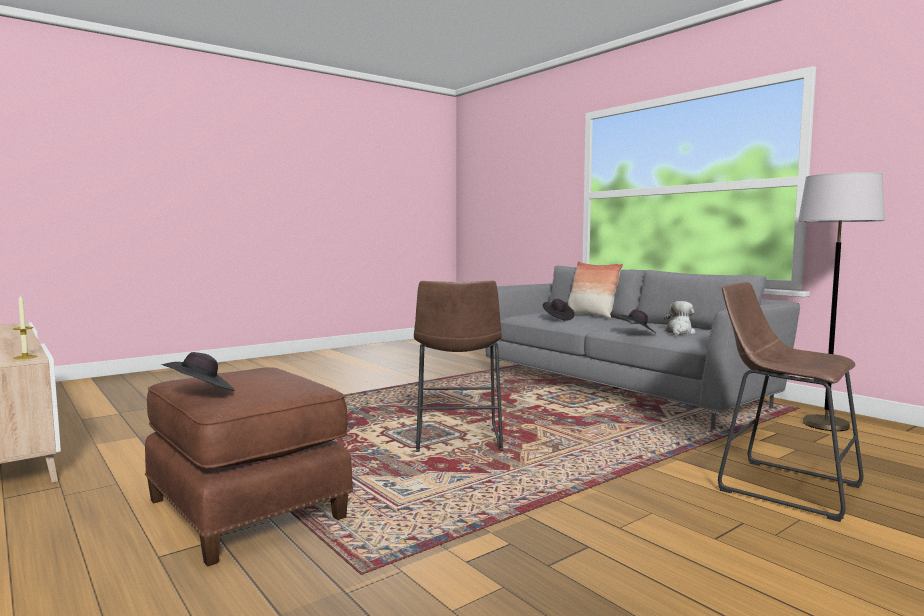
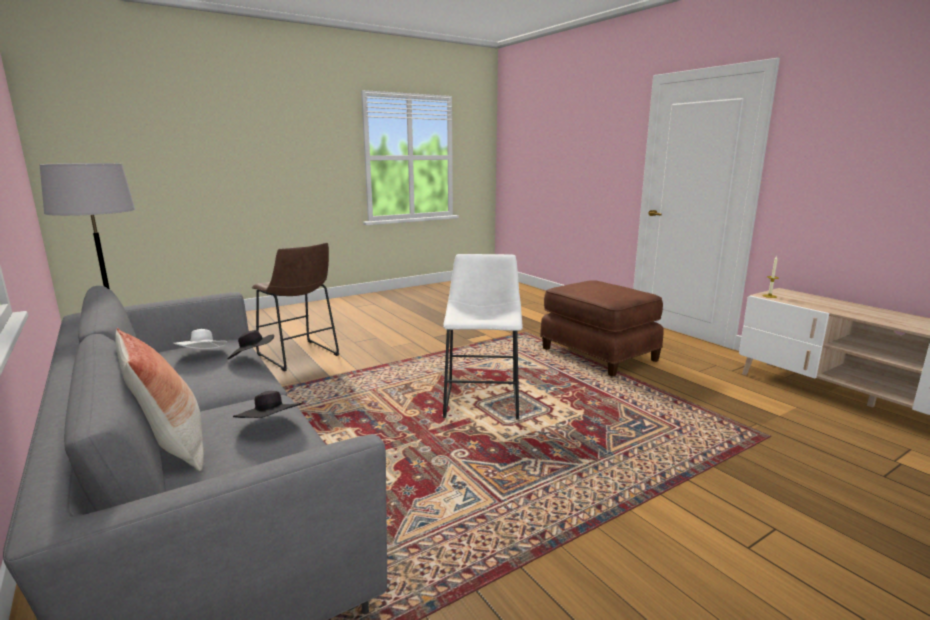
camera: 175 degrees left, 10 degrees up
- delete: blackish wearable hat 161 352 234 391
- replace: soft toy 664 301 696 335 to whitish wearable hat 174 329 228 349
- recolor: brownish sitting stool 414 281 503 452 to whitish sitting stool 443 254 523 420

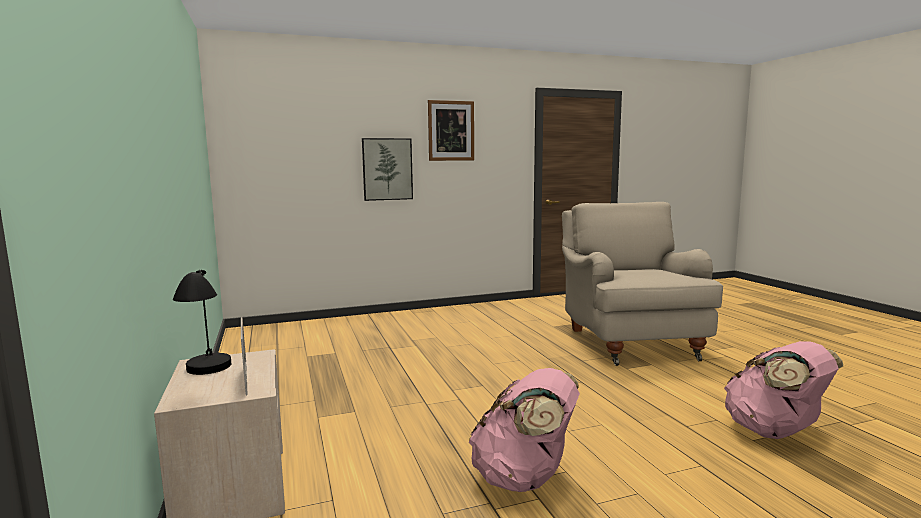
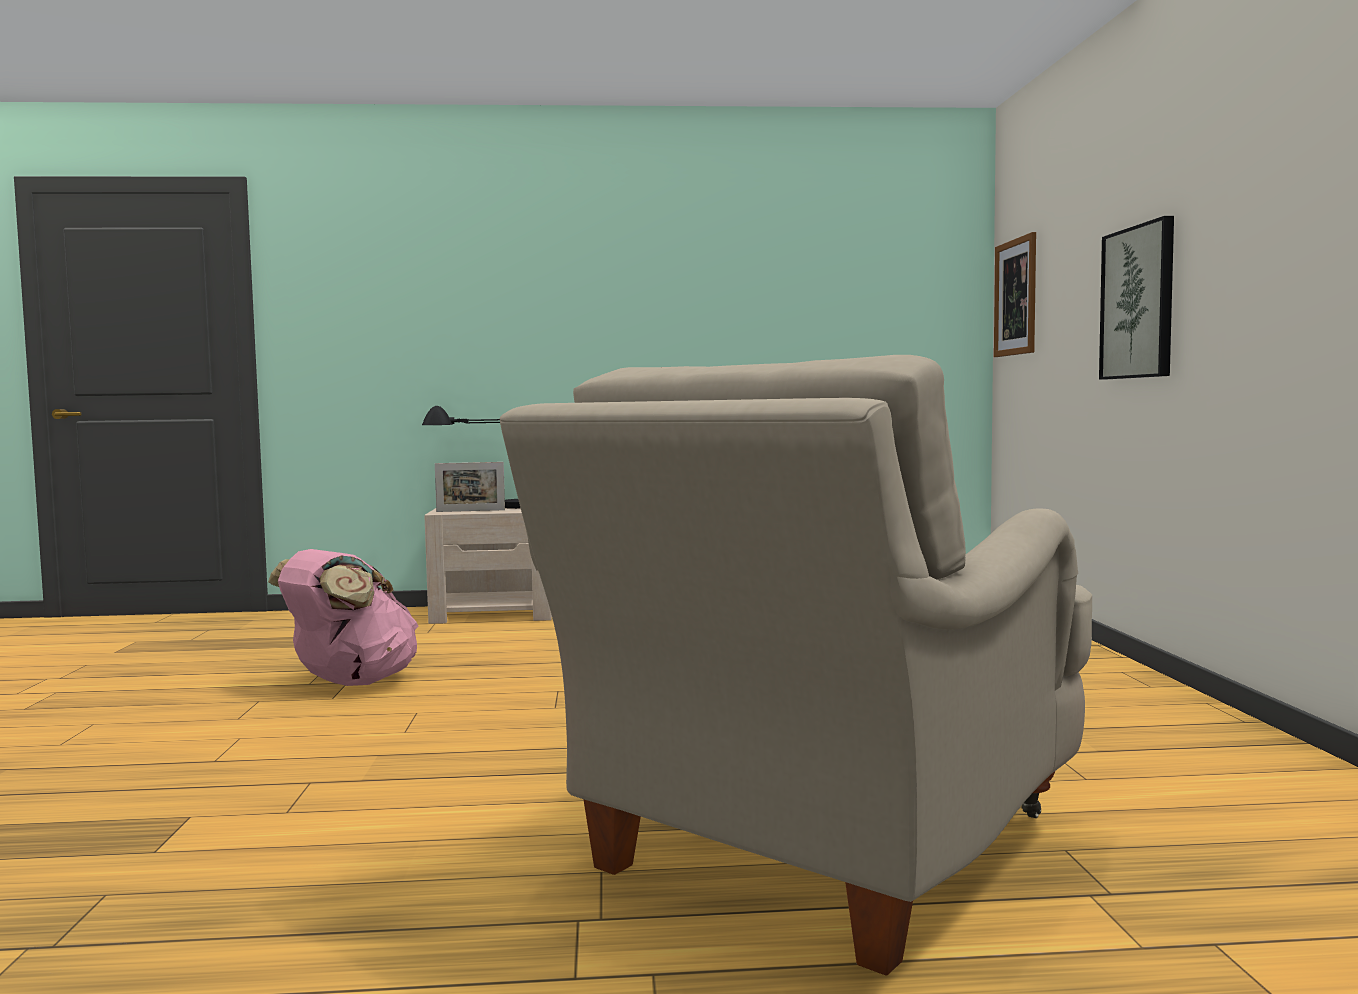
camera: 105 degrees right, 5 degrees down
- delete: pinkish knapsack 724 341 843 439
- move: picture 428 100 474 161 to 994 232 1036 357
- rotate: beige-coloured lounge chair 562 202 723 366 = 500 355 1092 976 120 degrees clockwise

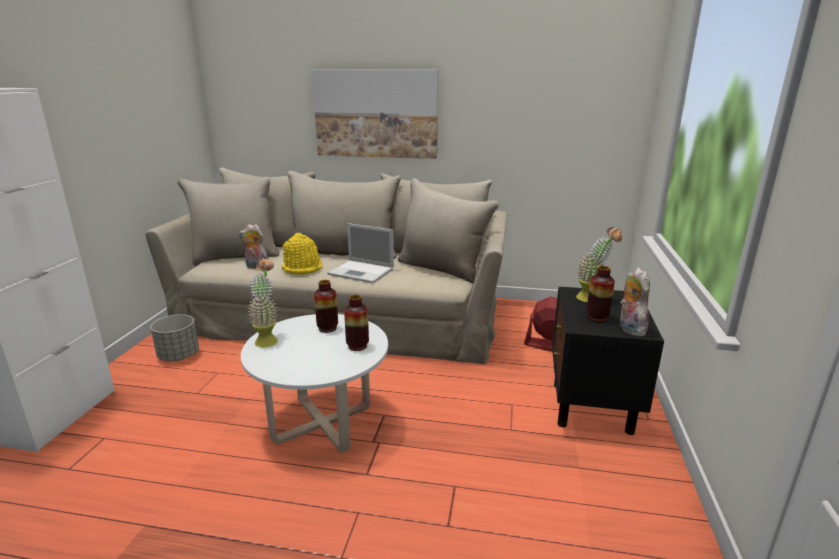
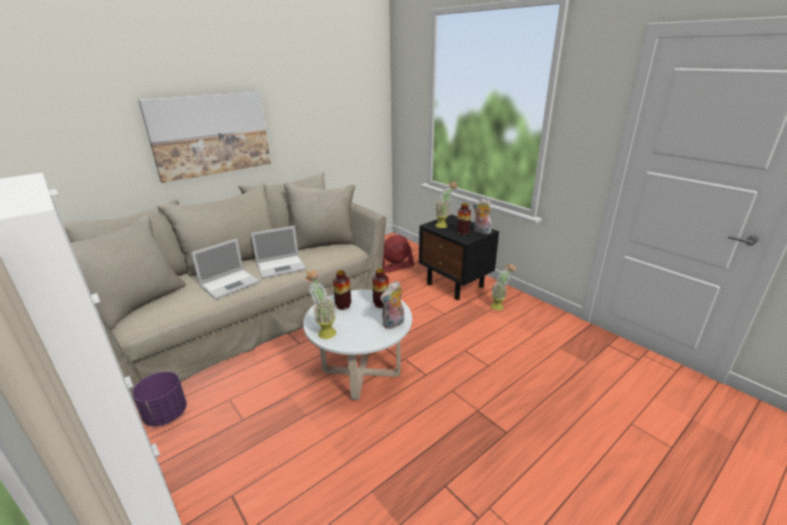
camera: 50 degrees left, 5 degrees up
- insert: houseplant 491 263 516 310
- move: soft toy 239 224 268 269 to 380 281 404 329
- replace: yellowish wearable hat 282 233 322 275 to portable computer 191 238 260 300
- recolor: greyish planter 150 314 199 361 to purple planter 132 372 187 426

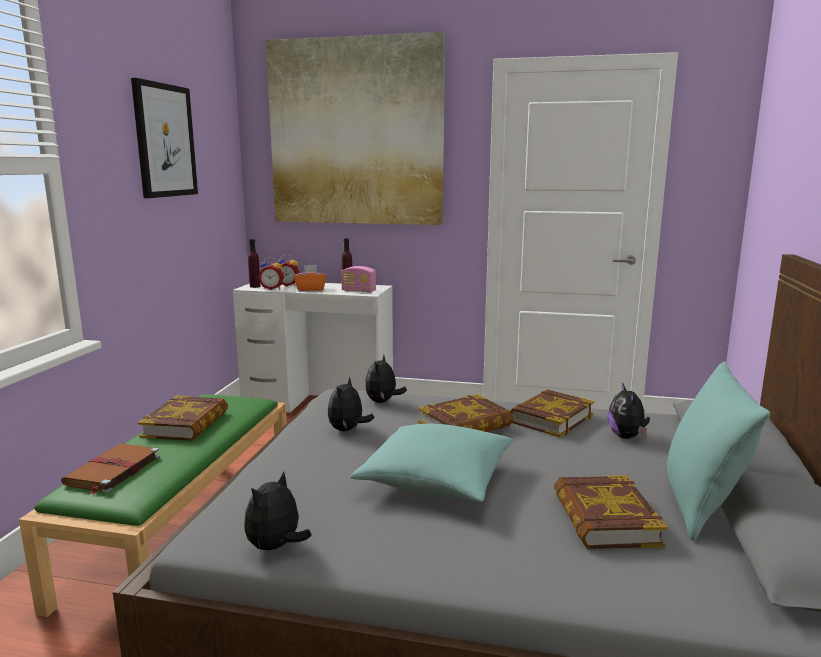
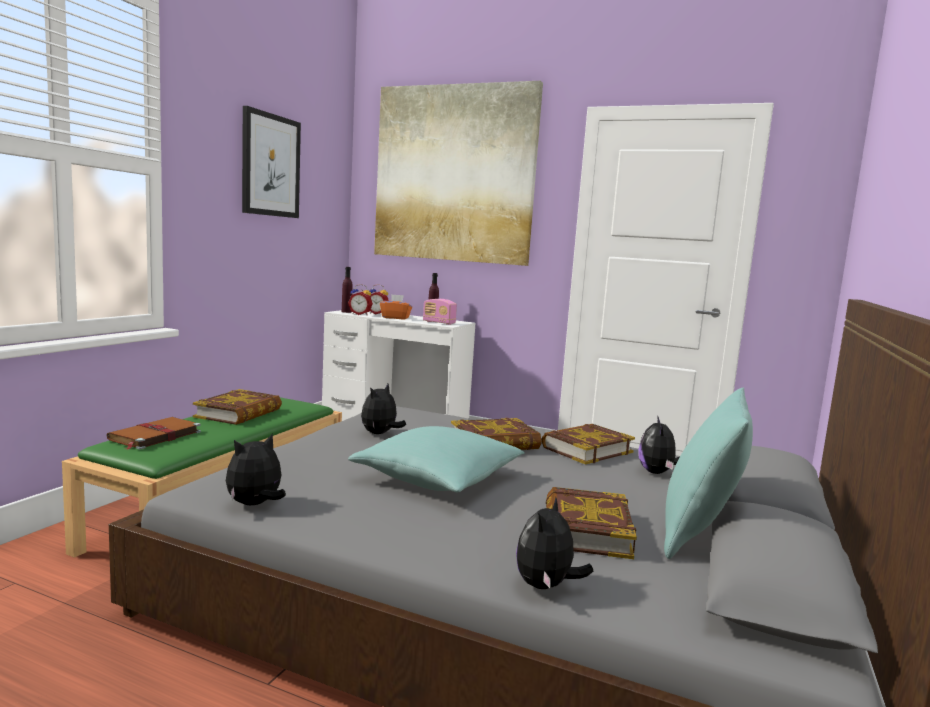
camera: 10 degrees right, 5 degrees down
- move: soft toy 365 354 407 403 to 516 497 593 589

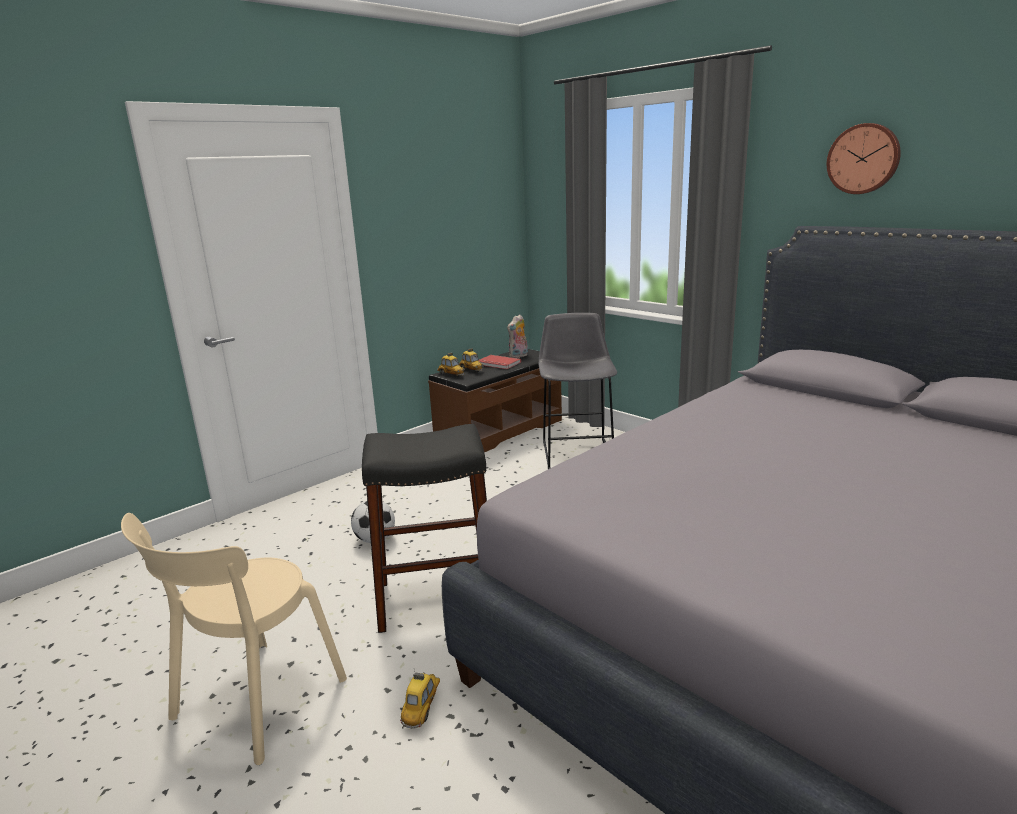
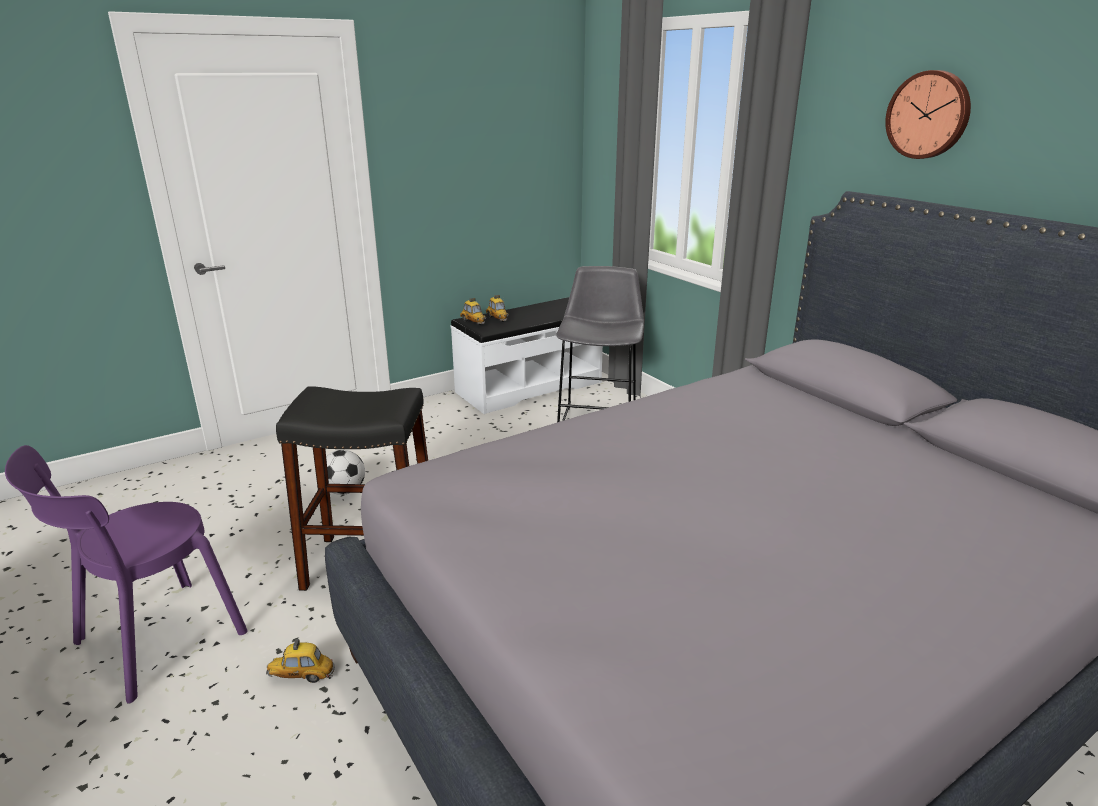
camera: 10 degrees right, 5 degrees up
- delete: red volume 479 355 521 369
- delete: soft toy 507 314 528 358
- recolor: beige-coloured plain chair 121 513 347 765 to purple plain chair 5 445 248 703
- recolor: brownish indoor bench 428 349 562 452 to whitish indoor bench 451 297 603 414
- rotate: model car 400 671 440 729 = 266 639 335 683 120 degrees counterclockwise

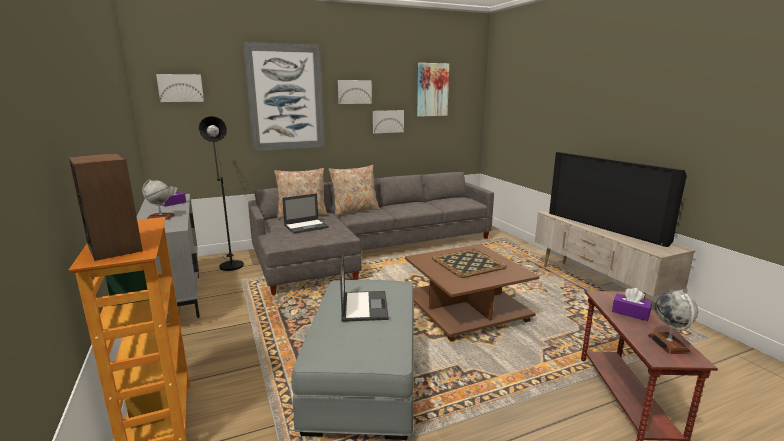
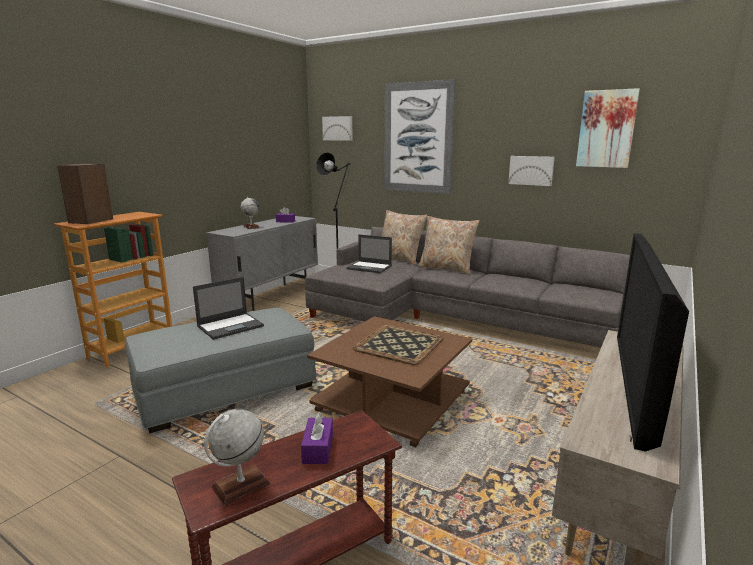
camera: 55 degrees right, 0 degrees up
- delete: picture 338 80 372 104

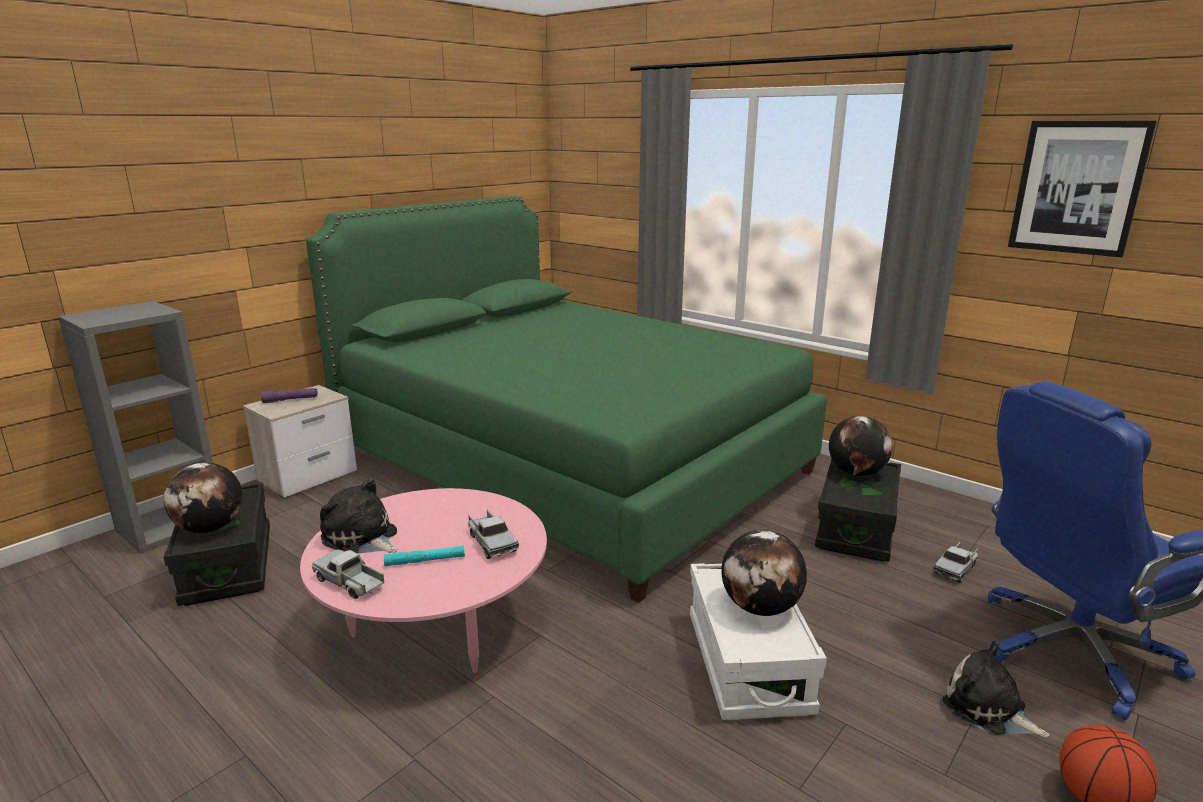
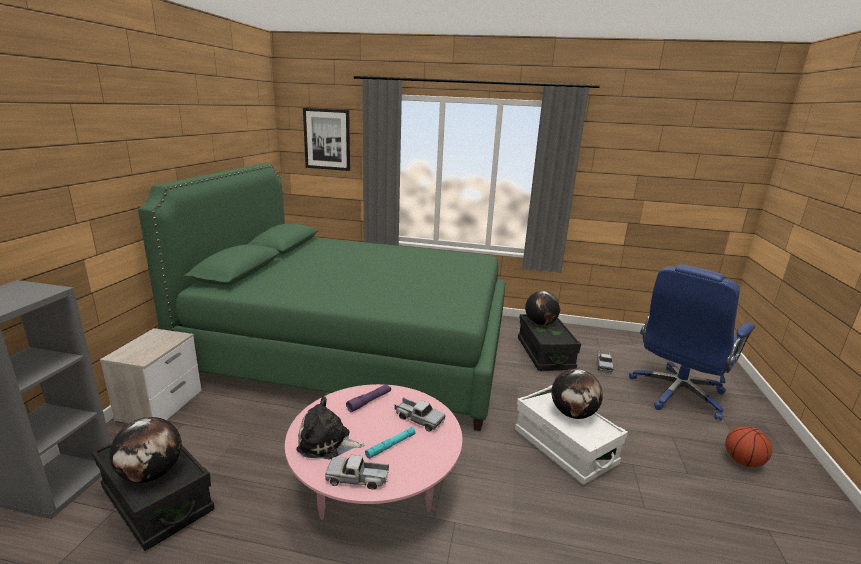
camera: 30 degrees left, 0 degrees up
- delete: soft toy 943 641 1050 737
- move: purple torch 261 388 318 403 to 346 384 391 412
- move: picture 1008 121 1157 257 to 303 108 350 171

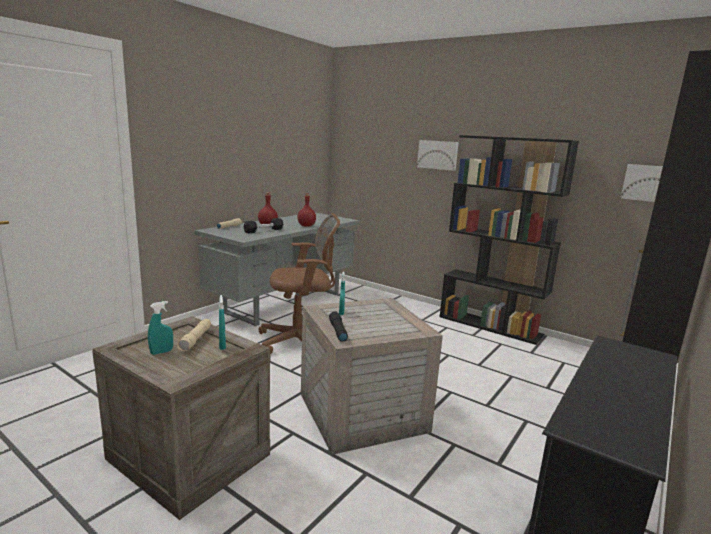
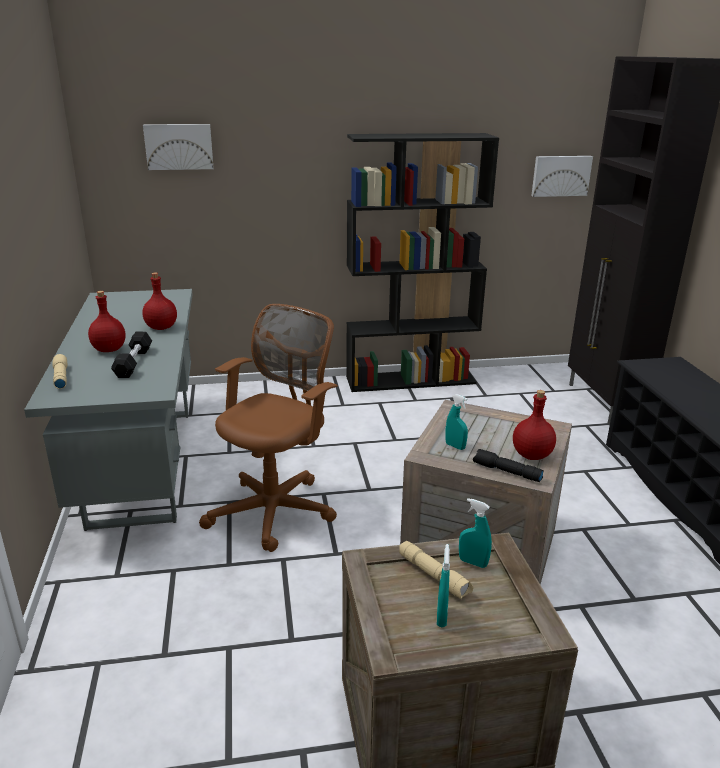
camera: 45 degrees left, 10 degrees up
- insert: red beverage bottle 513 390 556 460
- move: picture 417 140 459 171 to 143 124 214 170

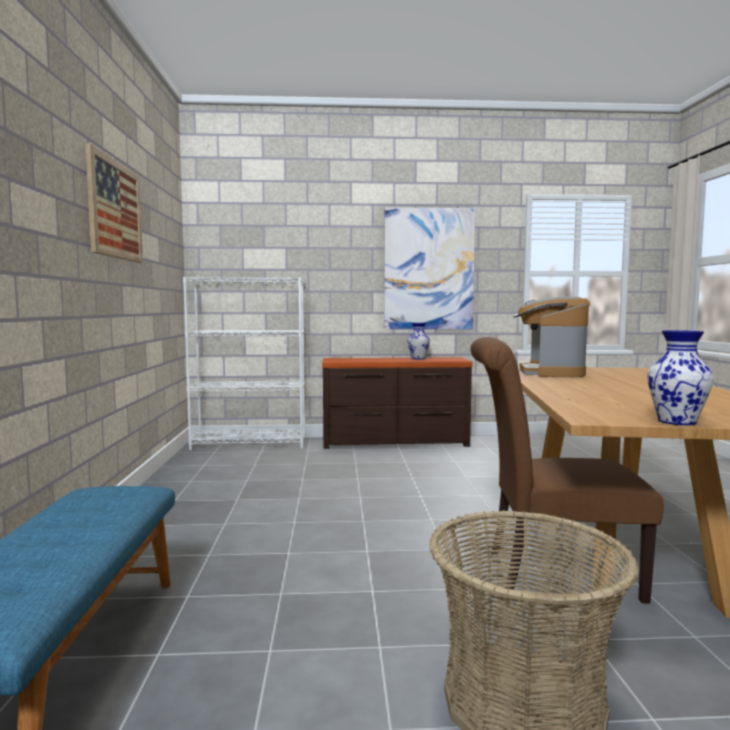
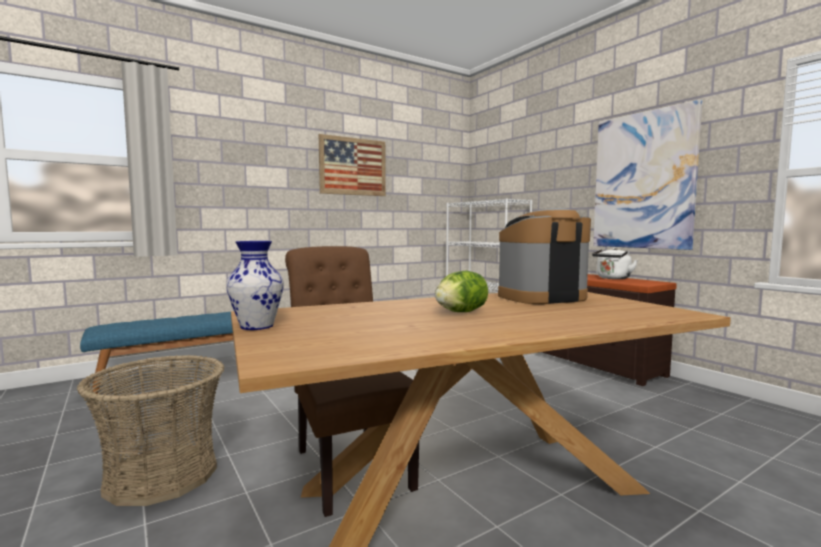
camera: 60 degrees right, 0 degrees up
- insert: lettuce 435 270 488 312
- replace: decorative vase 407 323 430 359 to whitish kettle 592 248 638 279

